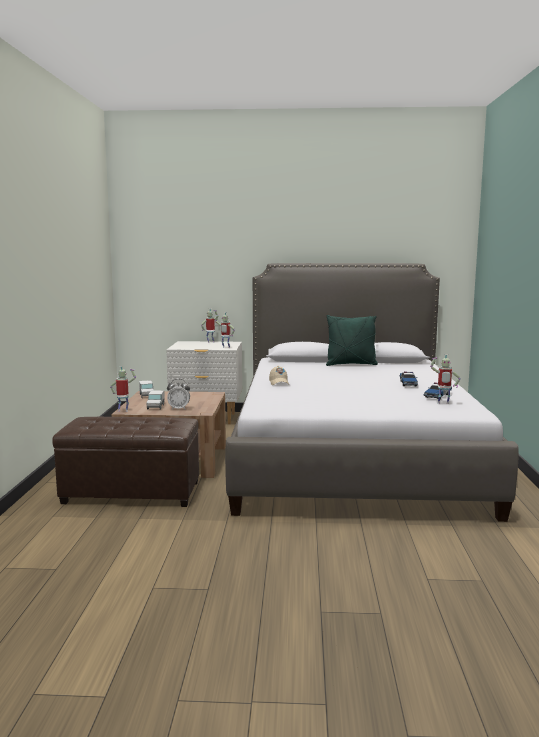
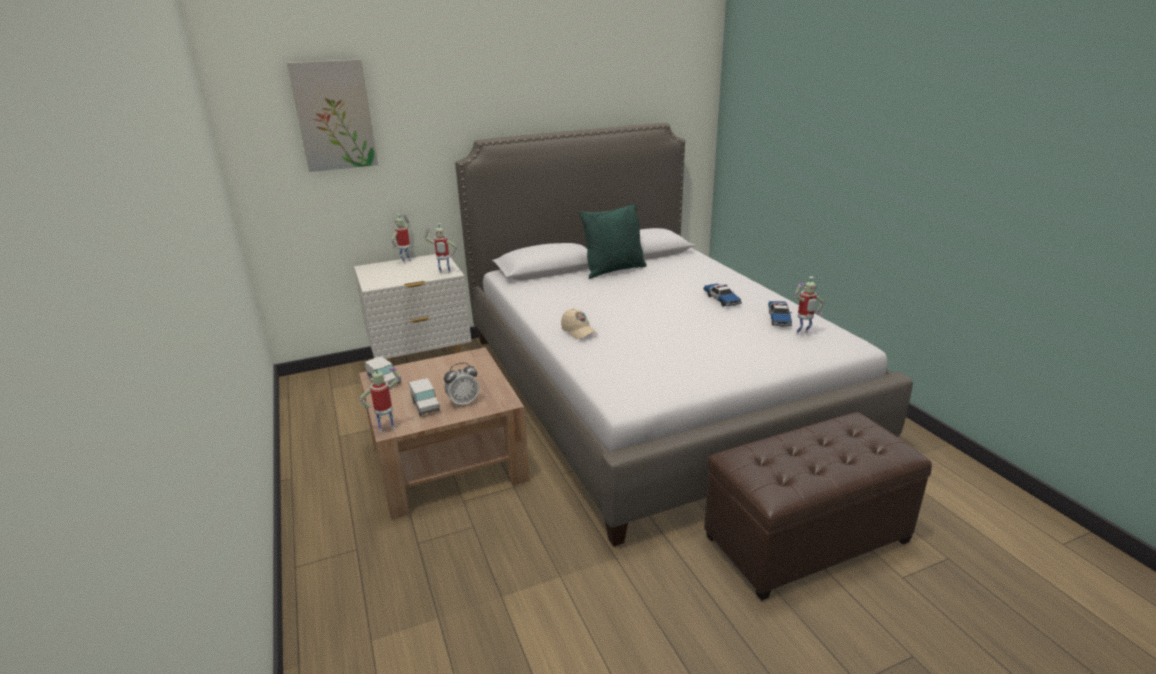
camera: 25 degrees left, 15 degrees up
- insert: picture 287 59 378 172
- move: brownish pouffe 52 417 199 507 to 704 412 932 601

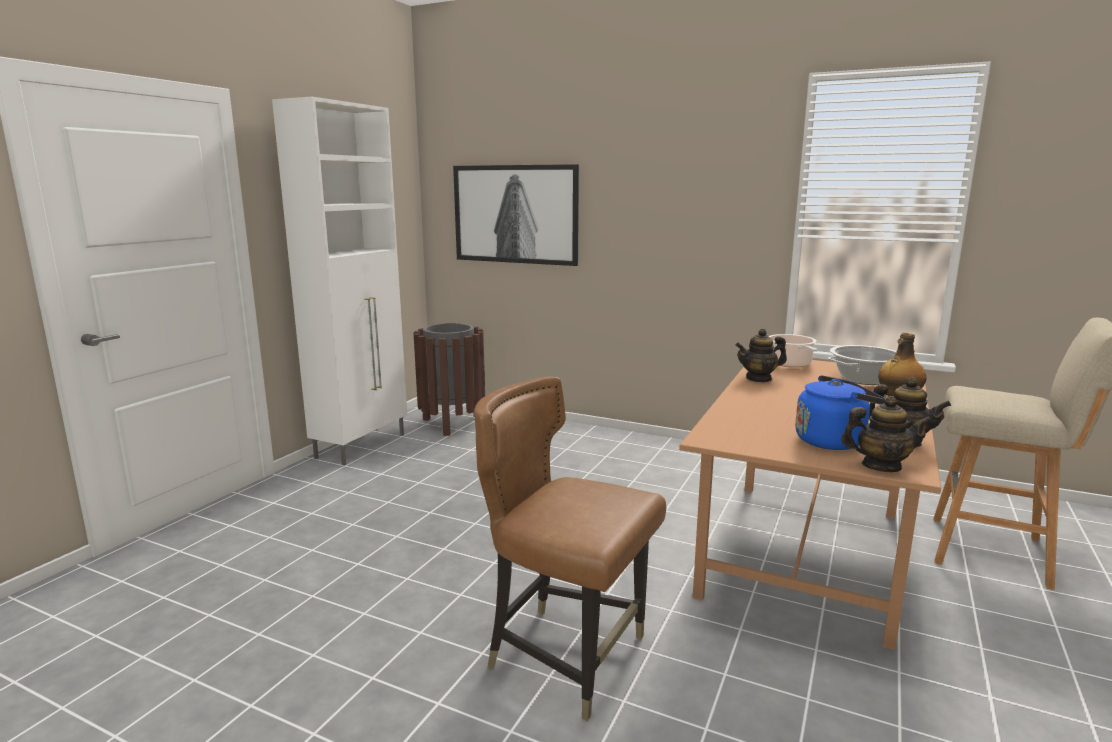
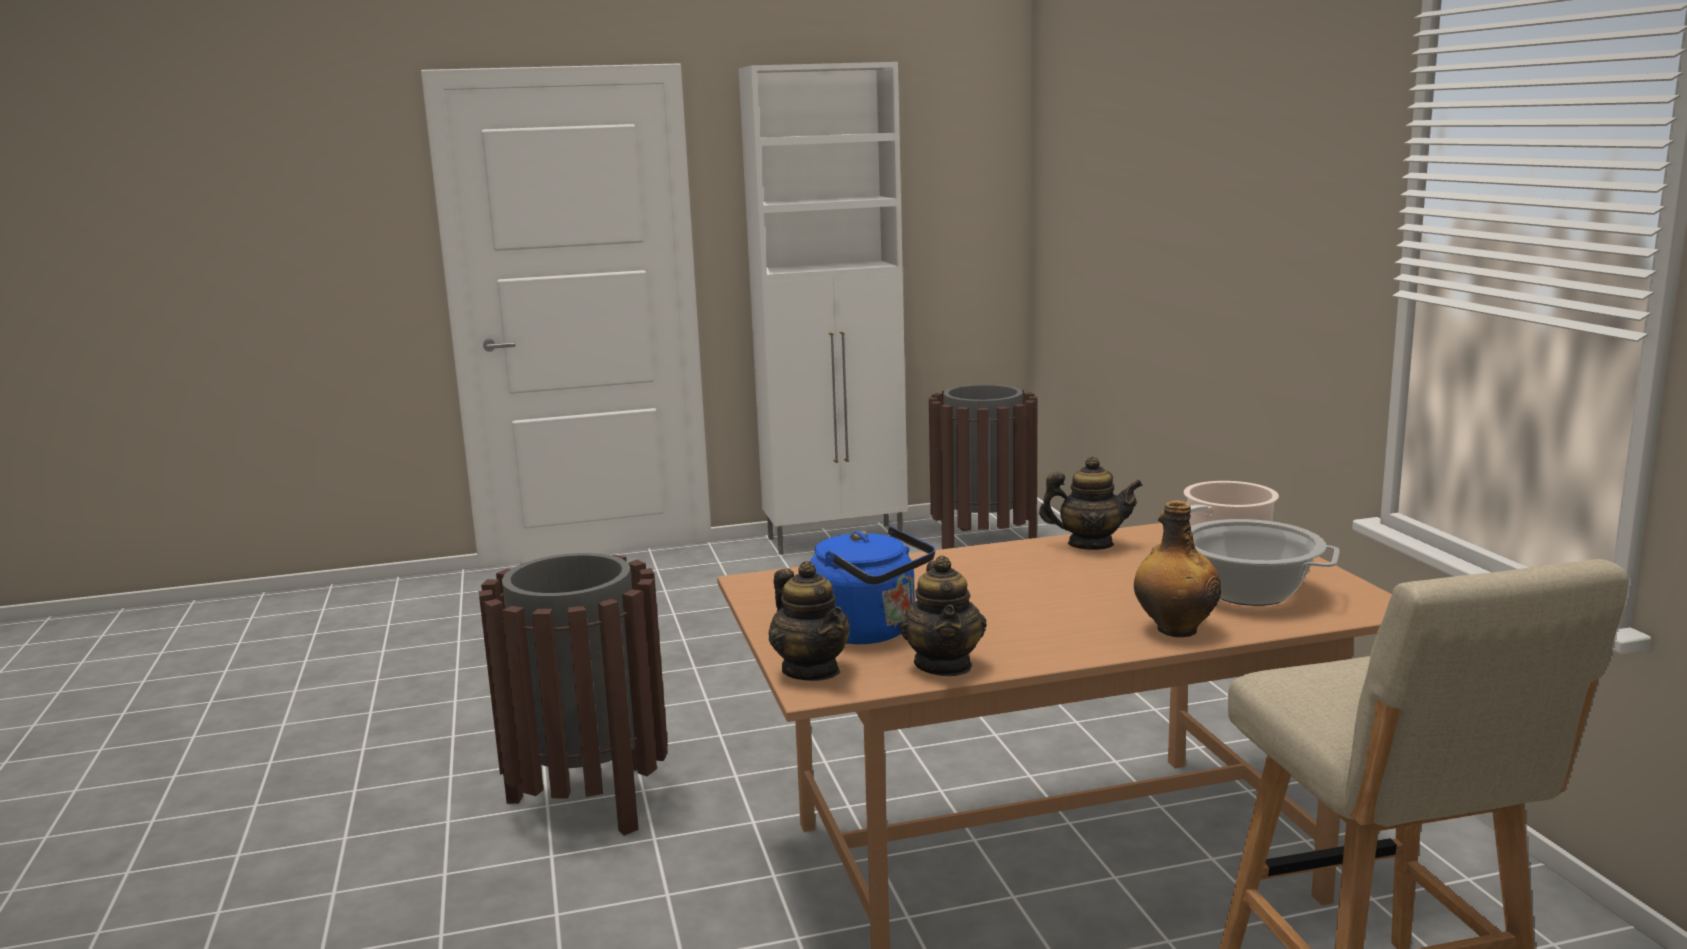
camera: 50 degrees right, 0 degrees up
- delete: picture 453 164 579 266
- replace: brownish plain chair 474 376 666 721 to brownish waste bin 479 553 668 836
- rotate: tea pot 735 329 787 382 = 1039 456 1143 550 150 degrees clockwise

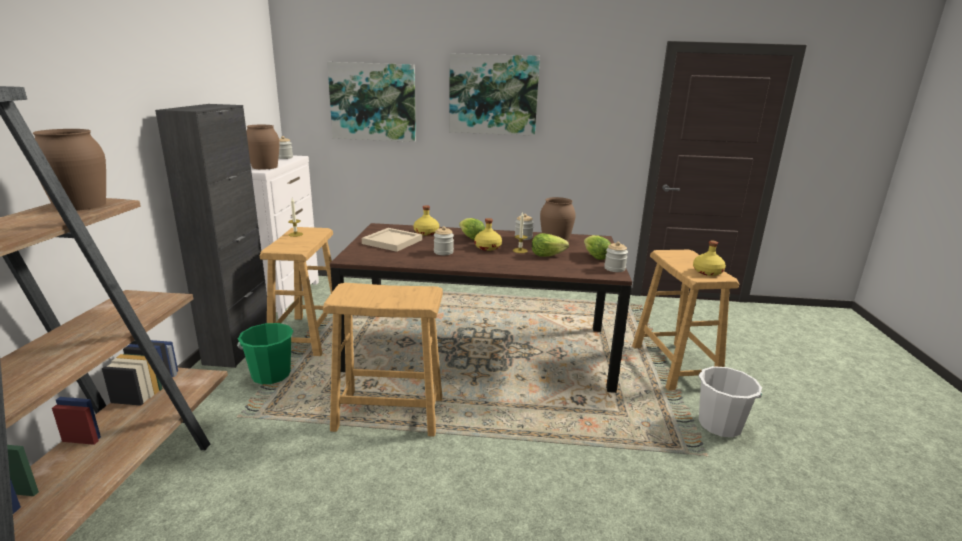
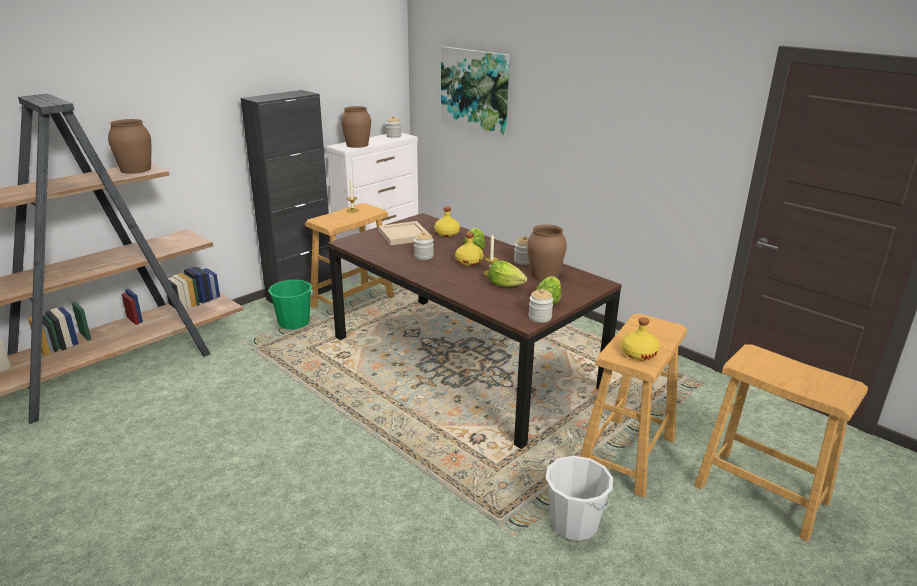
camera: 40 degrees right, 5 degrees up
- delete: picture 449 53 540 136
- move: beige-coloured sitting stool 323 283 443 437 to 694 344 868 542

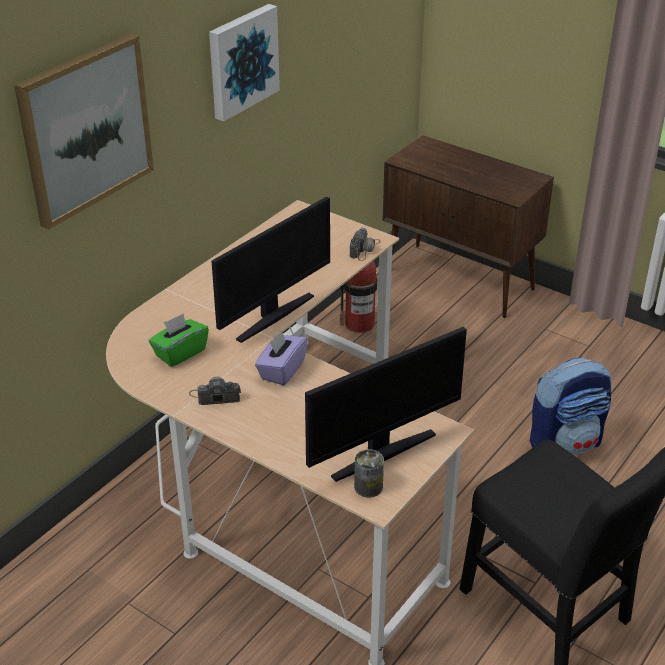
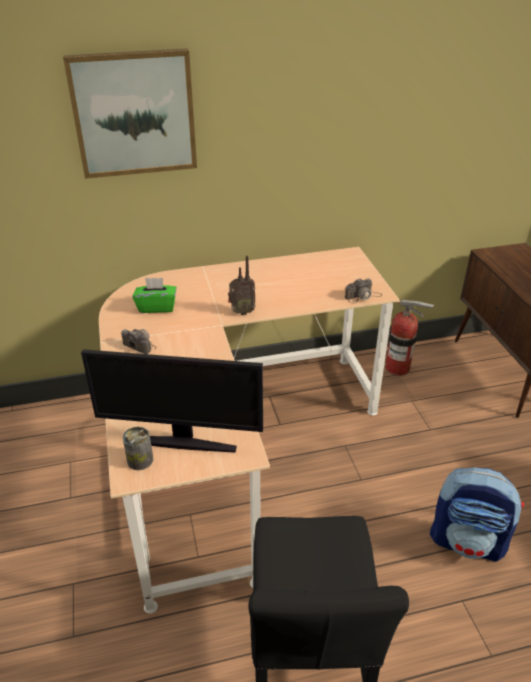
camera: 40 degrees right, 0 degrees up
- delete: picture 209 4 280 122
- delete: purple box of tissues 255 330 308 386
- replace: computer display 211 196 330 343 to radio 228 256 256 315

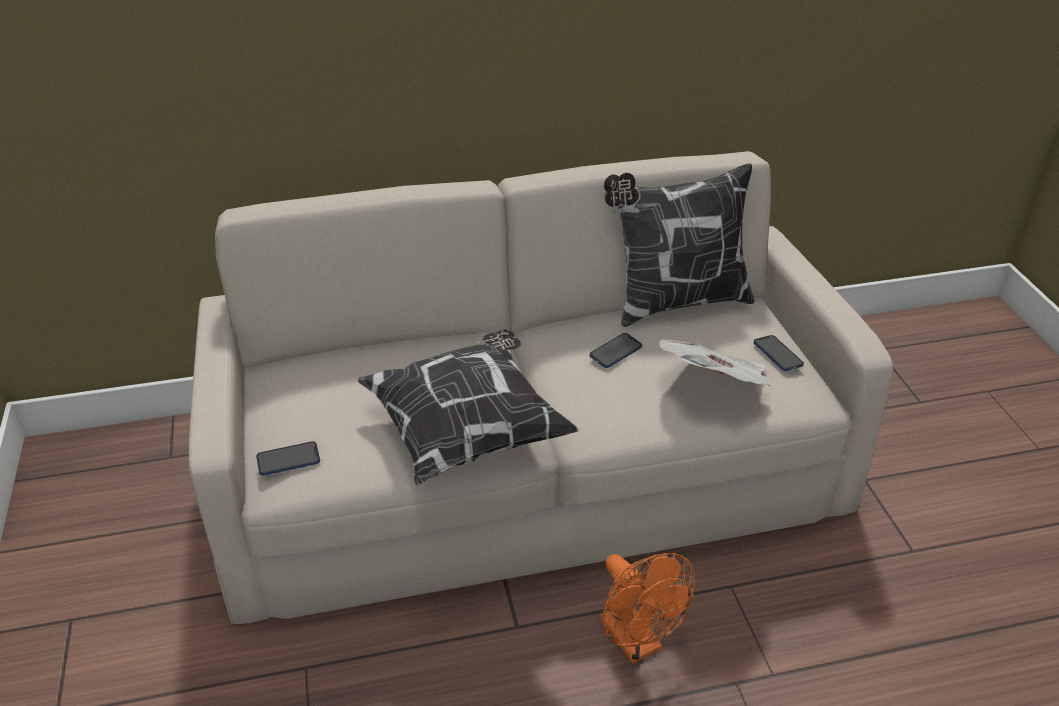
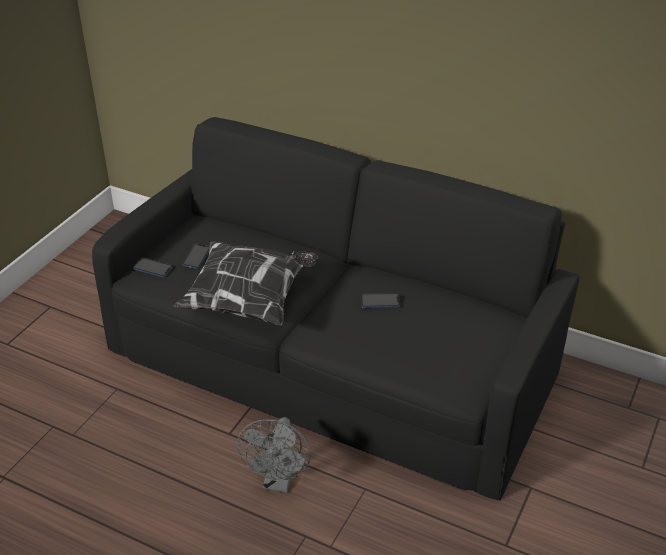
camera: 40 degrees right, 0 degrees up
- delete: throw pillow 604 163 754 327
- delete: newspaper 659 339 771 386
- move: telephone 754 335 804 371 to 182 244 210 269
- recolor: beige-coloured settee 189 151 893 624 to blackish settee 92 117 580 500
- recolor: orange-coloured electric fan 600 553 695 664 to greyish electric fan 237 417 311 493

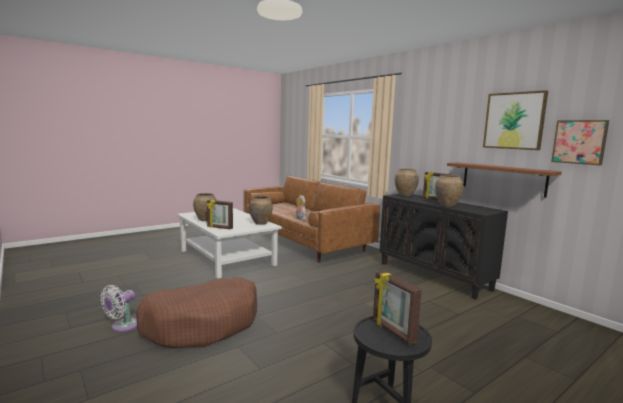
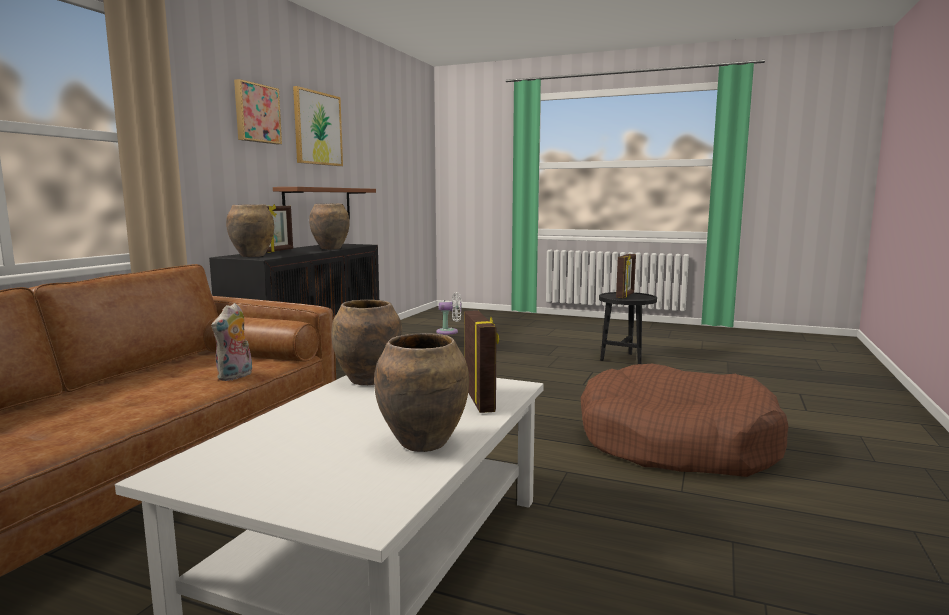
camera: 120 degrees left, 0 degrees up
- move: whitish electric fan 101 285 137 332 to 436 292 461 335
- move: picture 551 120 609 165 to 234 79 282 144

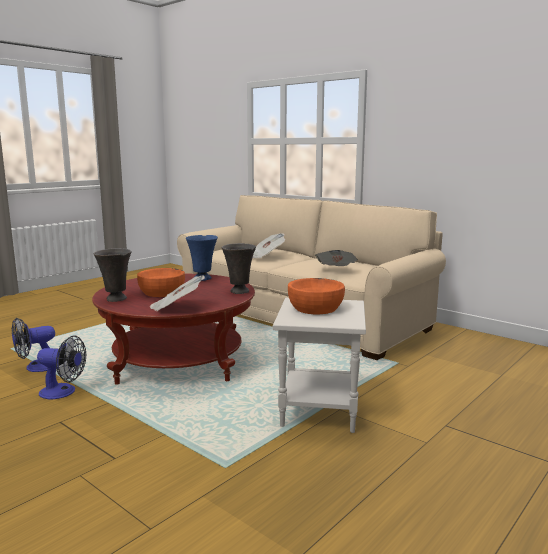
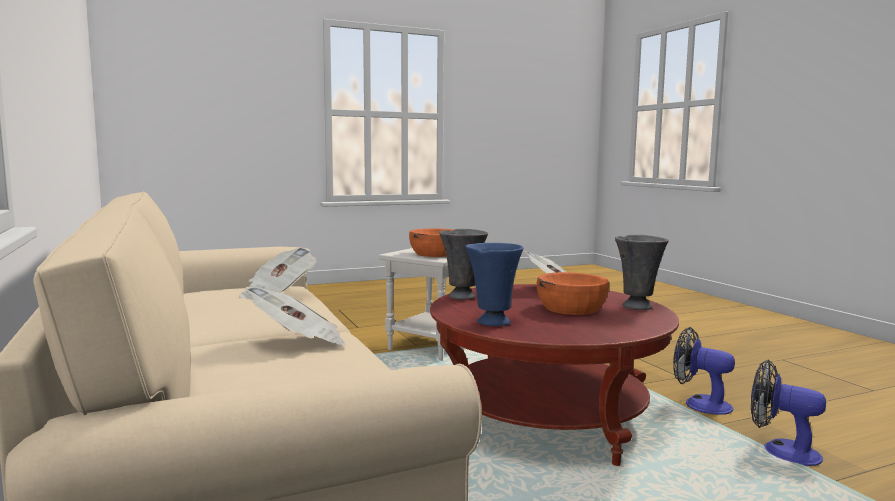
camera: 155 degrees left, 5 degrees down
- rotate: electric fan 12 318 55 372 = 751 360 826 466 135 degrees counterclockwise

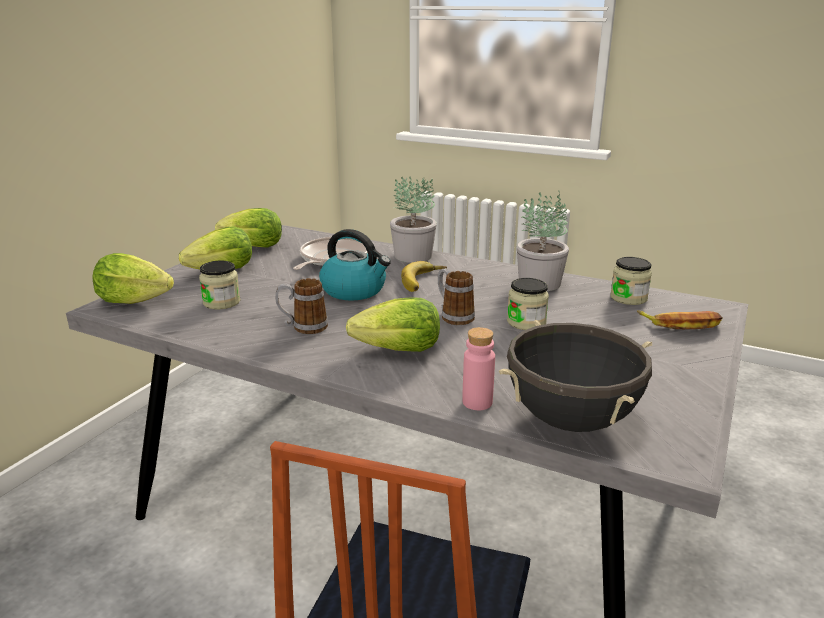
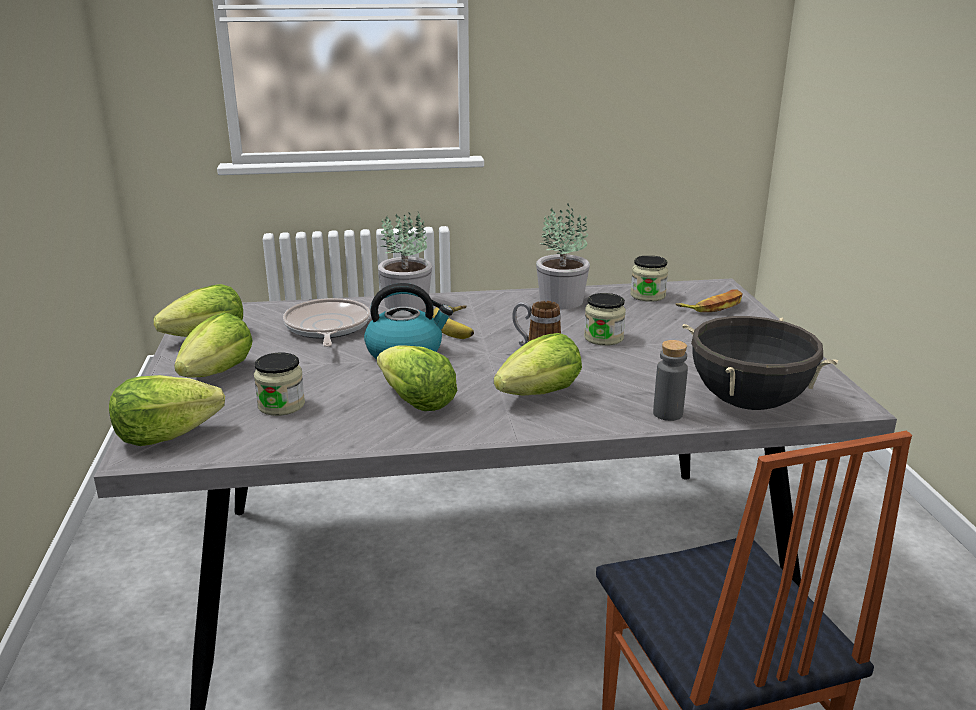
camera: 35 degrees left, 0 degrees up
- replace: mug 275 278 328 334 to lettuce 377 345 457 411
- recolor: pinkish beverage bottle 462 327 495 410 to greyish beverage bottle 653 340 688 421

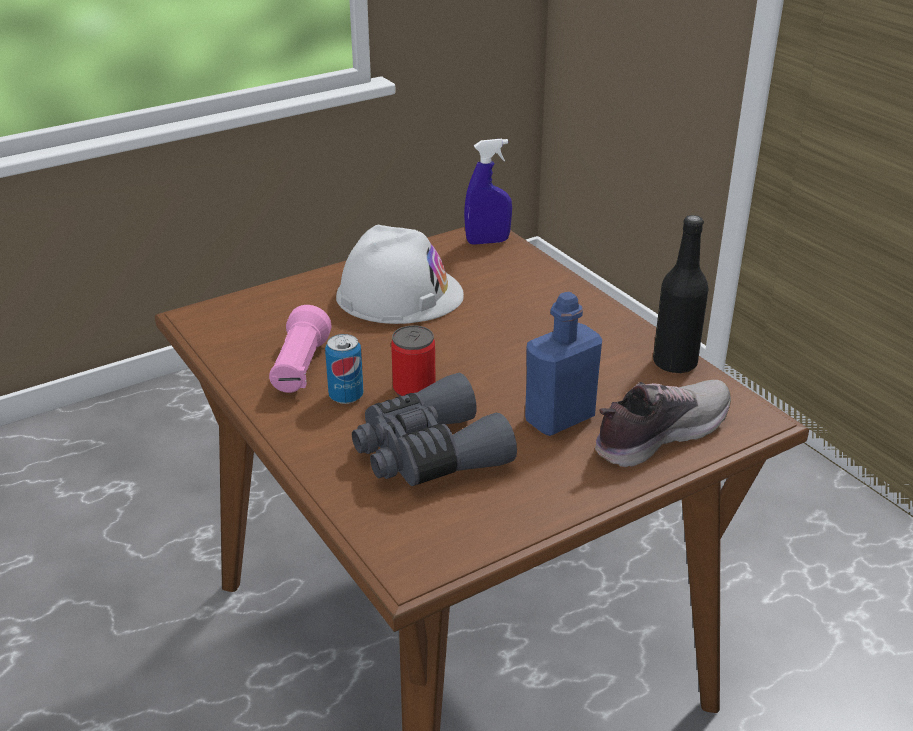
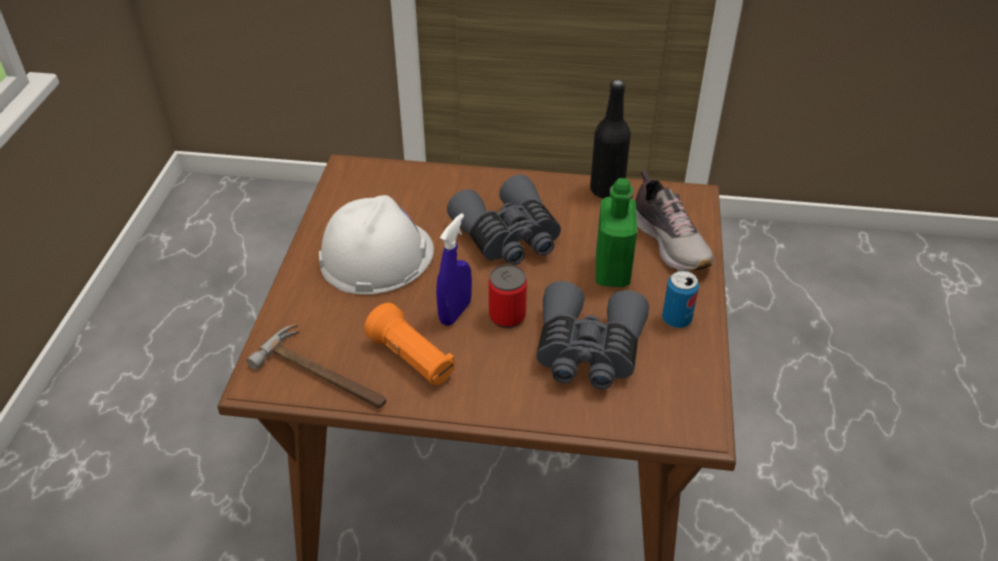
camera: 50 degrees left, 10 degrees up
- insert: hand hammer 247 324 386 408
- insert: greyish pair of binoculars 447 174 561 265
- move: can 325 334 364 404 to 662 270 699 328
- move: blue-coloured sprayer 464 138 512 245 to 436 213 472 326
- recolor: pinkish torch 269 305 331 393 to orange-coloured torch 364 303 455 385
- recolor: blue-coloured beverage bottle 525 292 602 436 to green beverage bottle 596 178 637 287
- rotate: item of footwear 595 380 731 467 = 635 170 713 271 150 degrees clockwise

